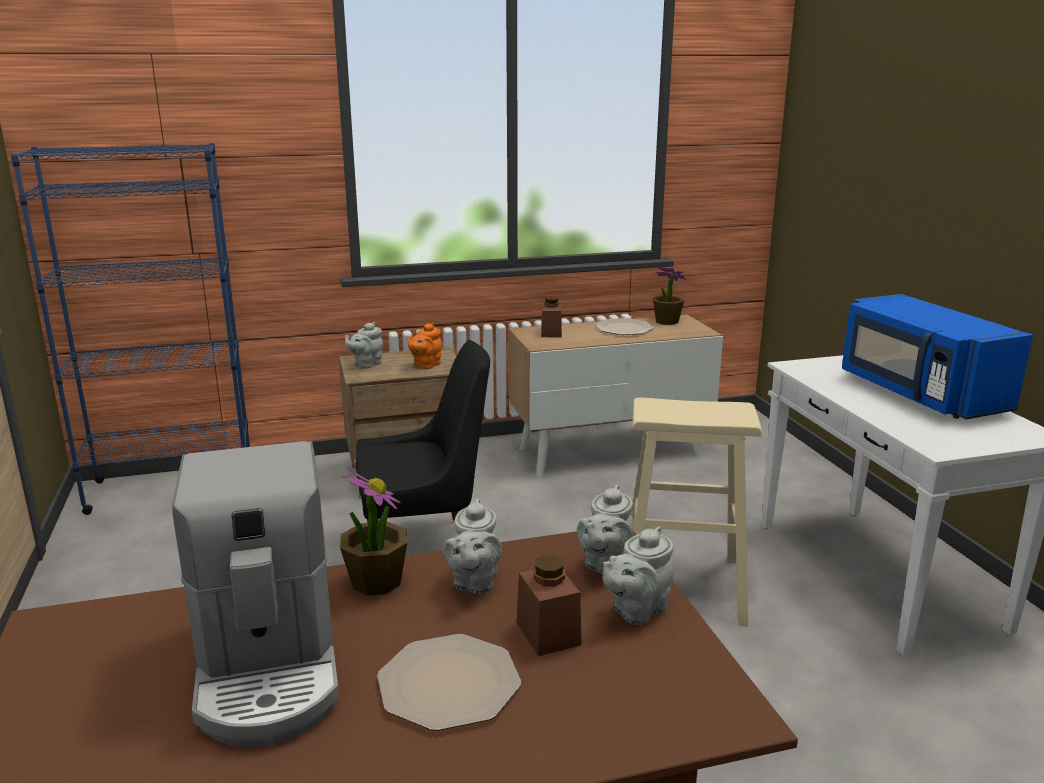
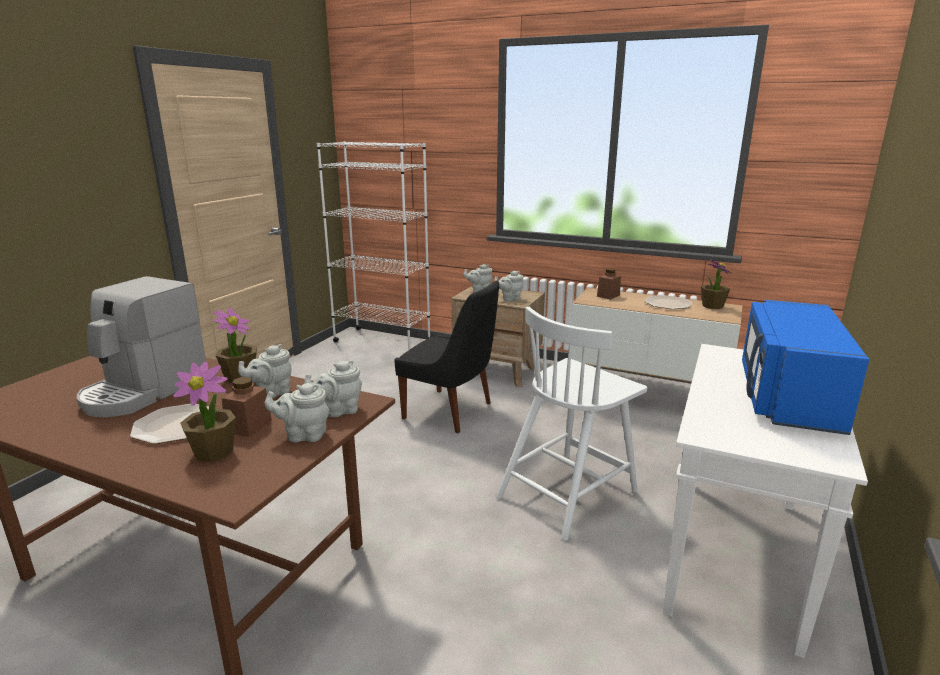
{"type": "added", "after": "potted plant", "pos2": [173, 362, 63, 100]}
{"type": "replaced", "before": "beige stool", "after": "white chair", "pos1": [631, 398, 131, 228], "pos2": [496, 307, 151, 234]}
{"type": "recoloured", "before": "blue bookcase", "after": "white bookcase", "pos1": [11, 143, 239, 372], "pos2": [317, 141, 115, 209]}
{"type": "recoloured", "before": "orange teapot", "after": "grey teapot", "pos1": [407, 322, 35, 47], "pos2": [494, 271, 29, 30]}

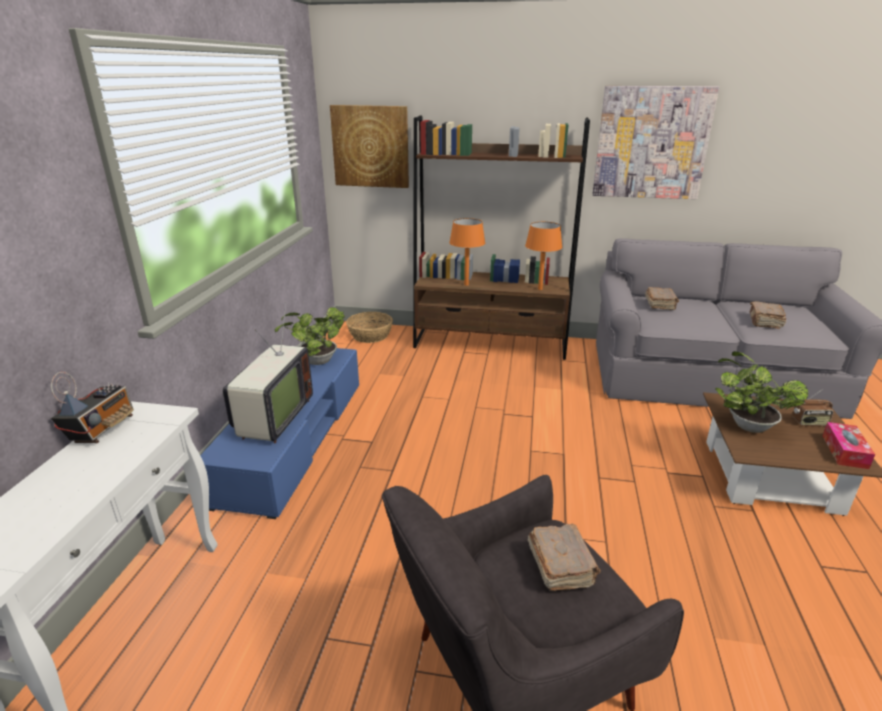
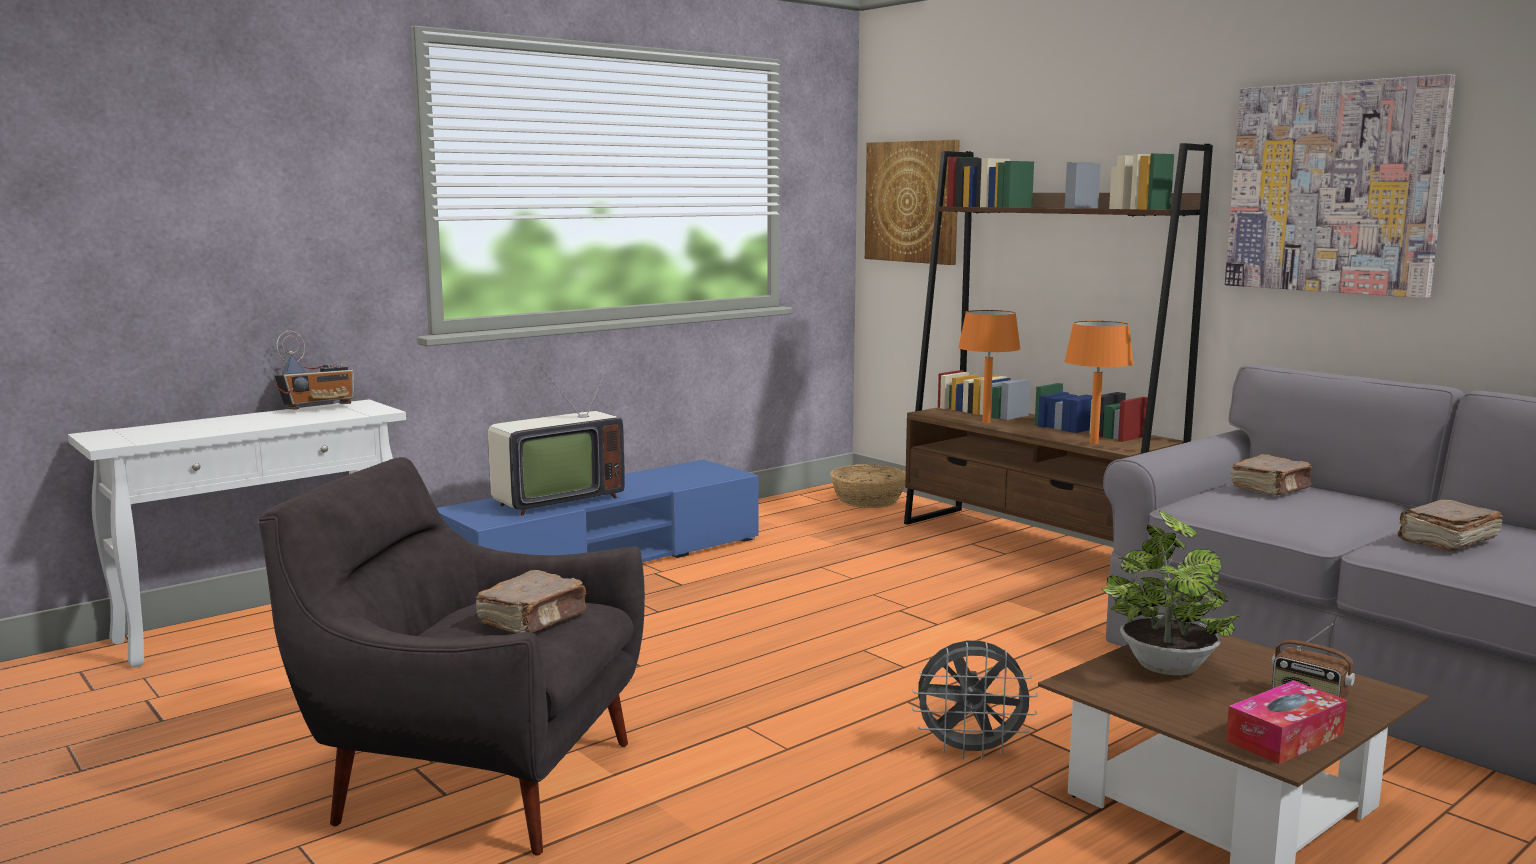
{"type": "removed", "before": "potted plant", "pos1": [275, 307, 70, 58]}
{"type": "added", "after": "grey fan", "pos2": [912, 640, 126, 120]}

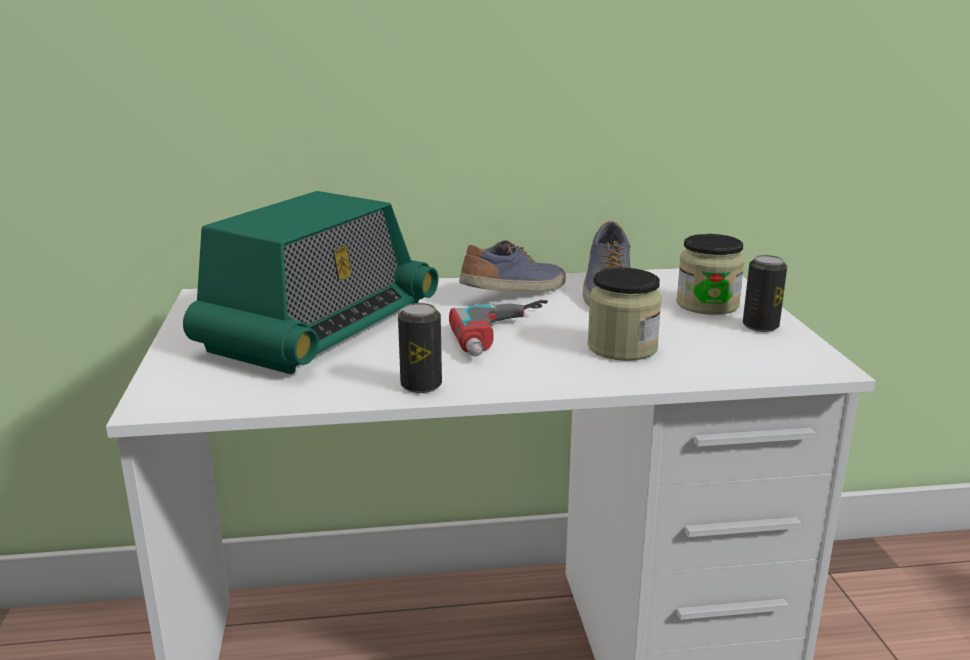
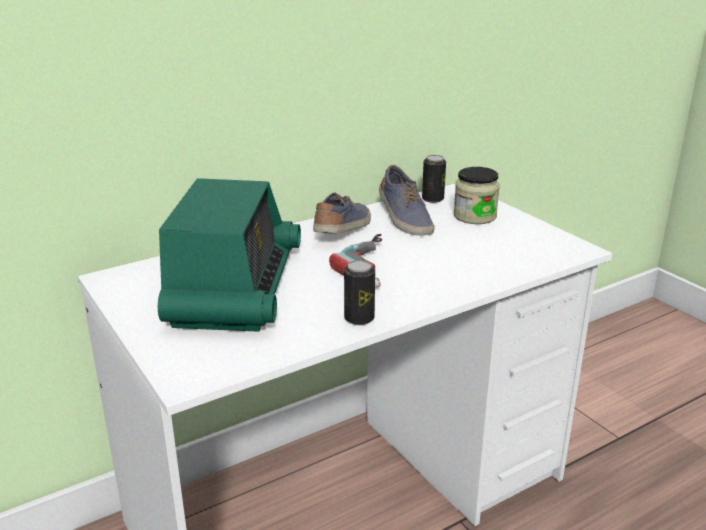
{"type": "removed", "before": "jar", "pos1": [587, 268, 75, 93]}
{"type": "moved", "before": "can", "pos1": [743, 255, 44, 77], "pos2": [422, 155, 24, 48]}

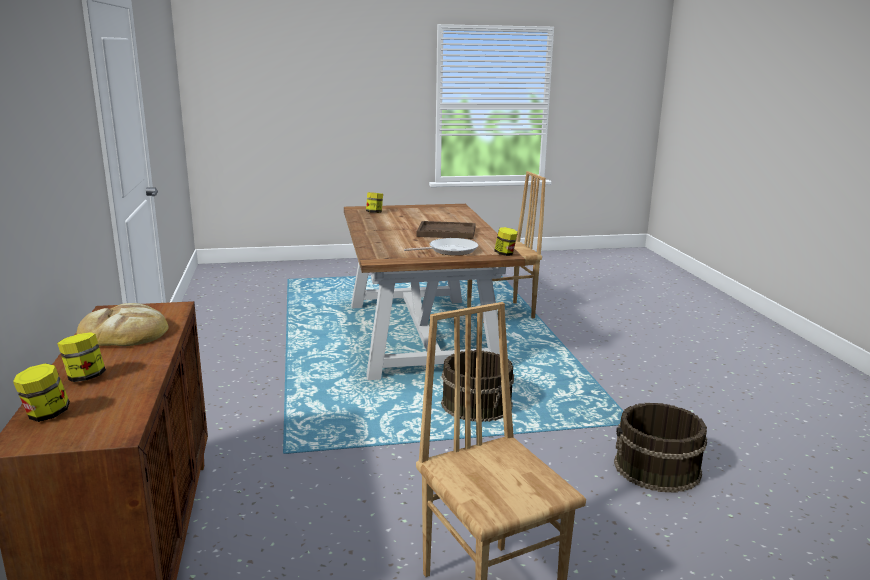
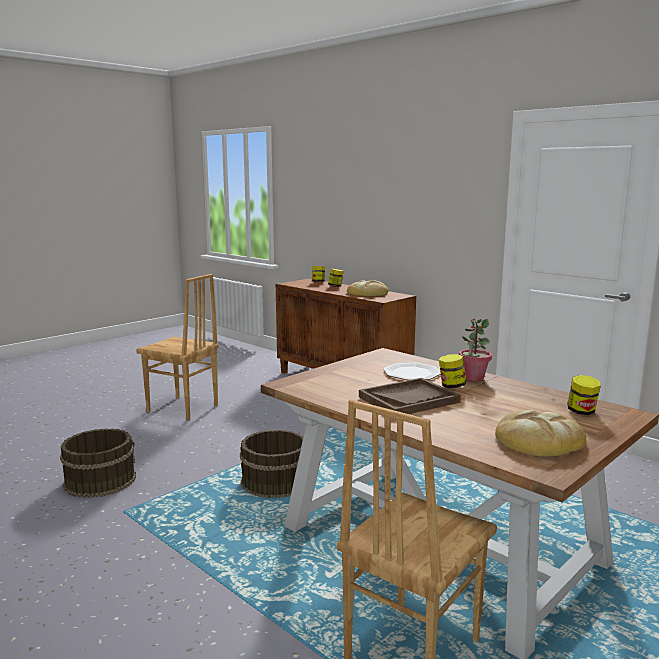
{"type": "removed", "before": "frying pan", "pos1": [404, 238, 74, 18]}
{"type": "added", "after": "plate", "pos2": [383, 363, 58, 17]}
{"type": "added", "after": "potted plant", "pos2": [459, 318, 33, 63]}
{"type": "added", "after": "bread", "pos2": [495, 410, 91, 46]}
{"type": "moved", "before": "jar", "pos1": [494, 227, 24, 29], "pos2": [439, 354, 27, 34]}

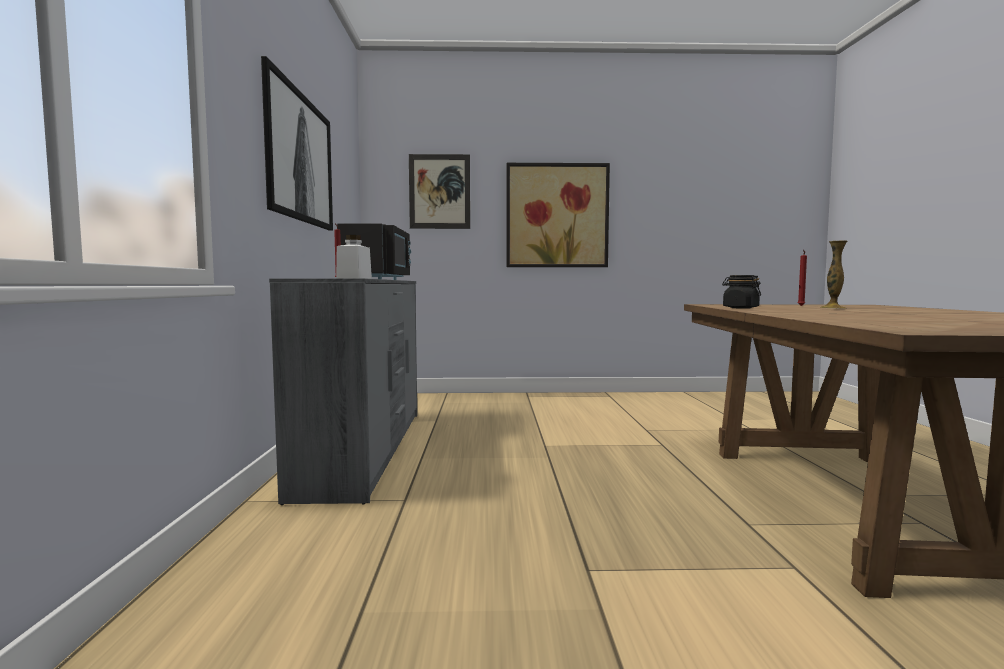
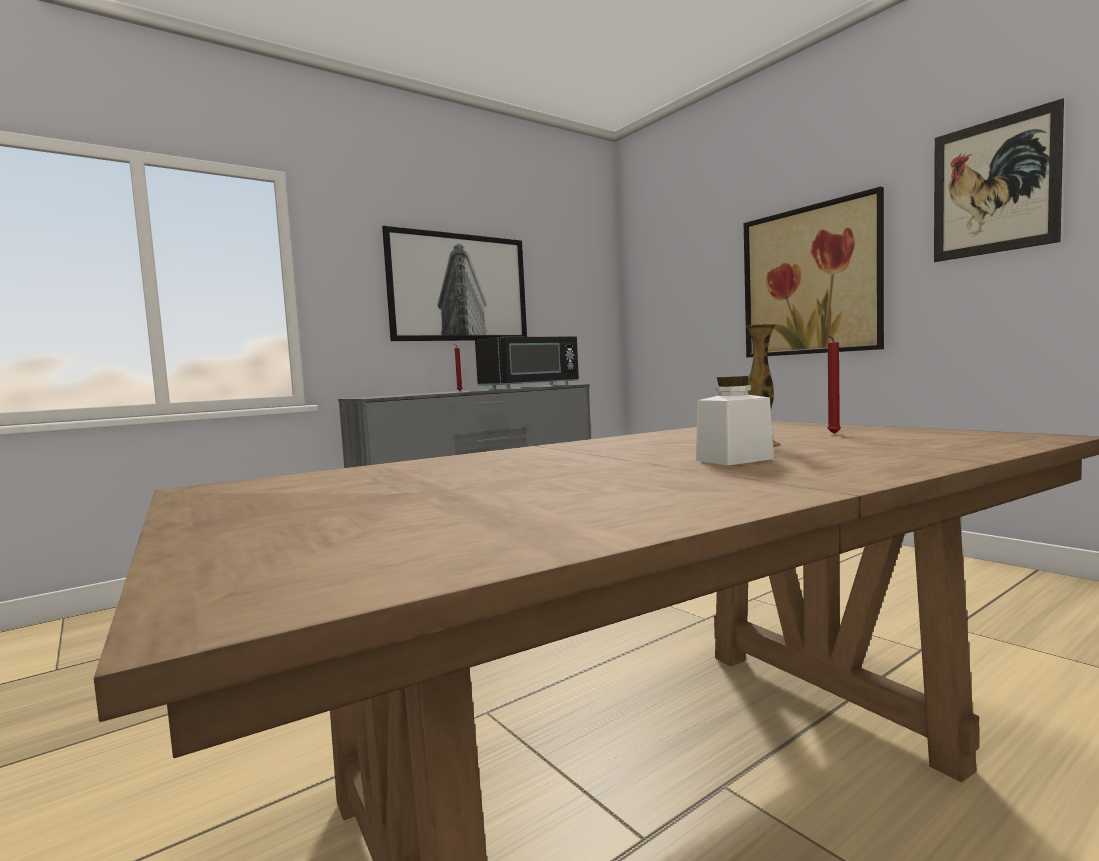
{"type": "removed", "before": "black jar", "pos1": [722, 275, 39, 34]}
{"type": "moved", "before": "white jar", "pos1": [336, 235, 36, 44], "pos2": [696, 376, 78, 90]}
{"type": "moved", "before": "picture", "pos1": [409, 154, 61, 75], "pos2": [934, 98, 130, 164]}

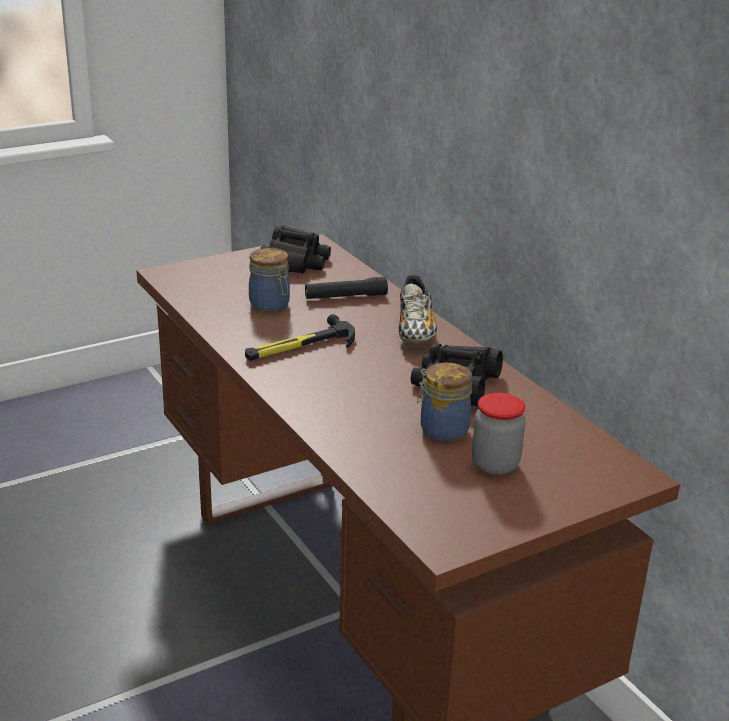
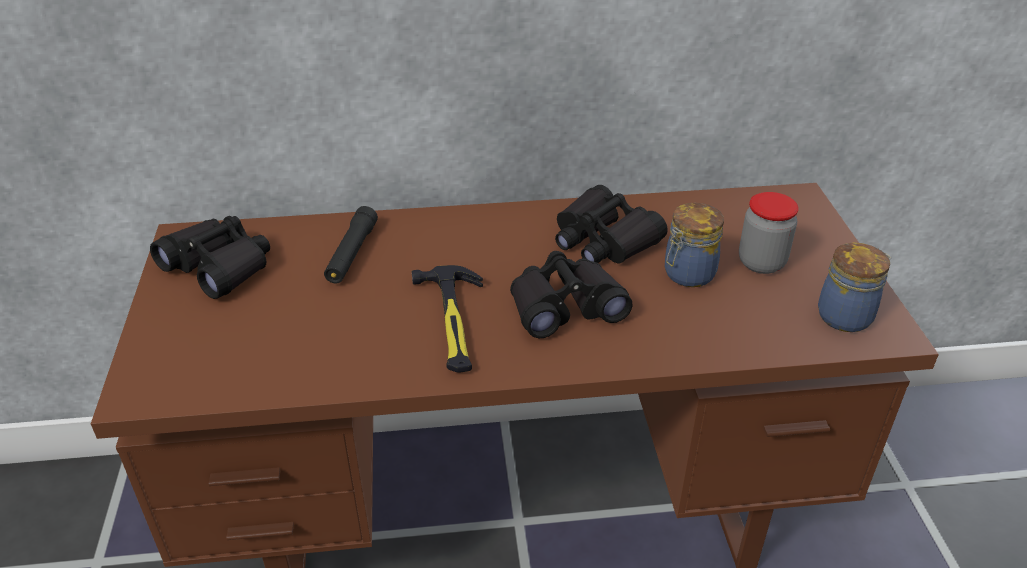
{"type": "removed", "before": "shoe", "pos1": [399, 275, 38, 68]}
{"type": "added", "after": "black binoculars", "pos2": [510, 251, 123, 87]}
{"type": "moved", "before": "jar", "pos1": [249, 248, 41, 64], "pos2": [818, 243, 74, 89]}

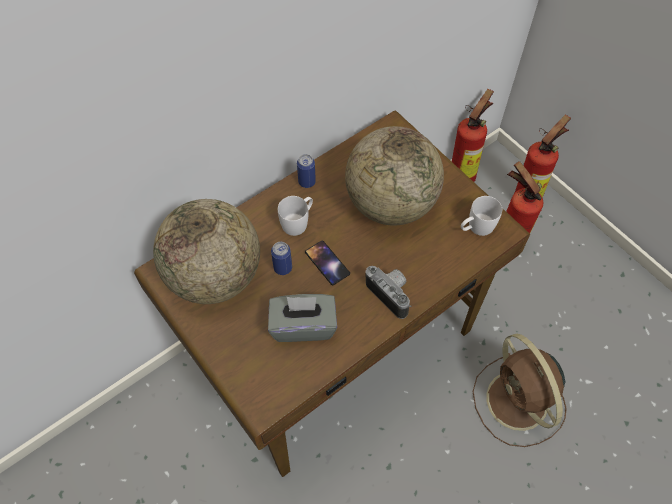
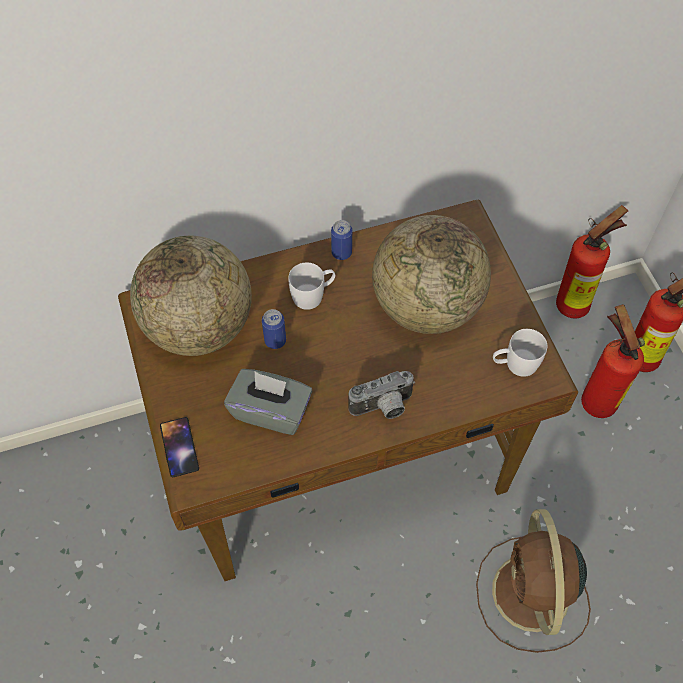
{"type": "moved", "before": "phone", "pos1": [305, 240, 45, 45], "pos2": [160, 417, 39, 60]}
{"type": "turned", "before": "photo camera", "pos1": [365, 266, 46, 53], "pos2": [348, 371, 67, 48], "turn": 90}

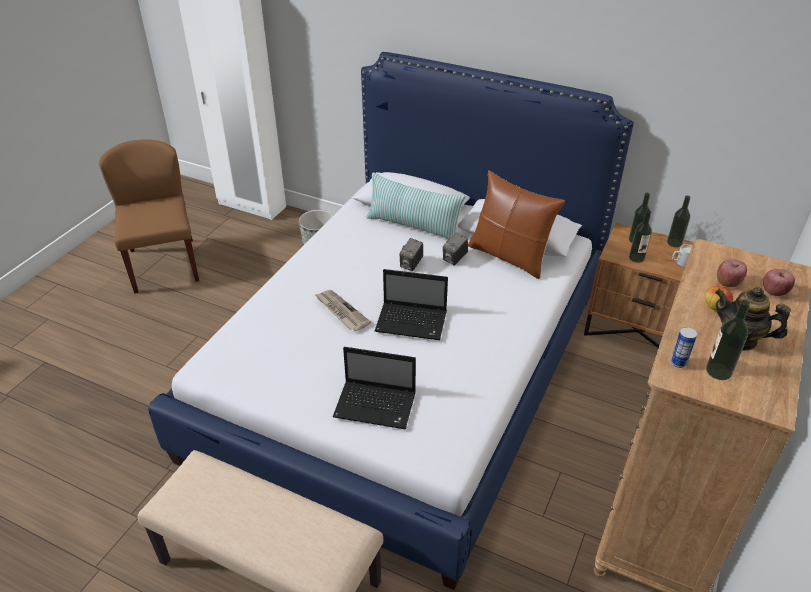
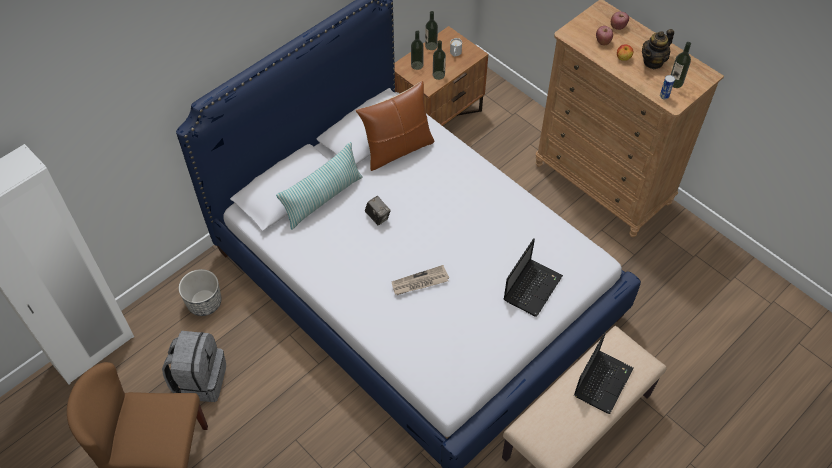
{"type": "removed", "before": "photo camera", "pos1": [443, 233, 25, 33]}
{"type": "added", "after": "grey backpack", "pos2": [162, 331, 64, 71]}
{"type": "moved", "before": "laptop", "pos1": [375, 269, 73, 71], "pos2": [574, 332, 60, 82]}

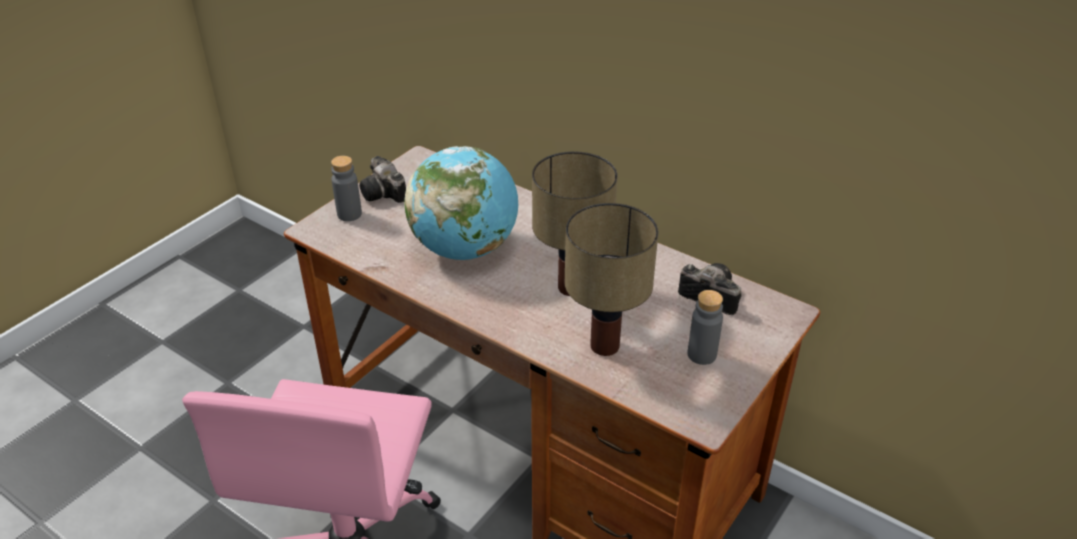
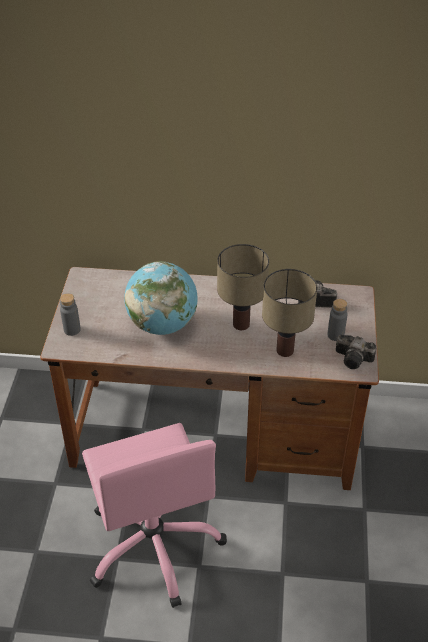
{"type": "moved", "before": "photo camera", "pos1": [359, 156, 47, 47], "pos2": [336, 335, 41, 34]}

